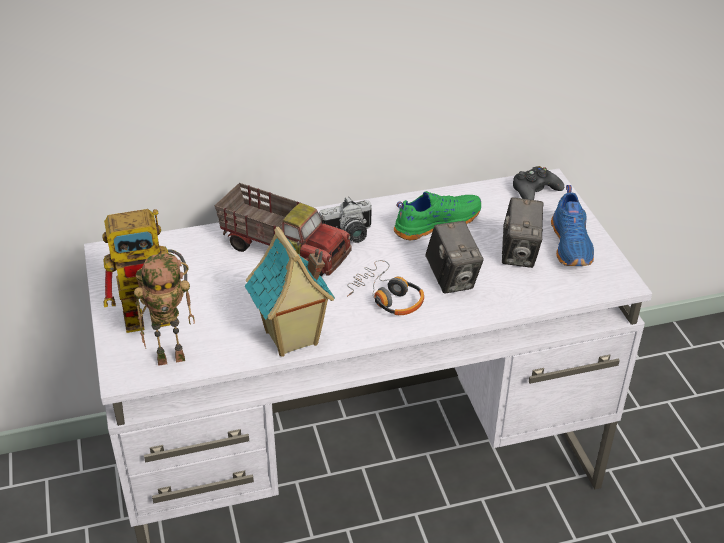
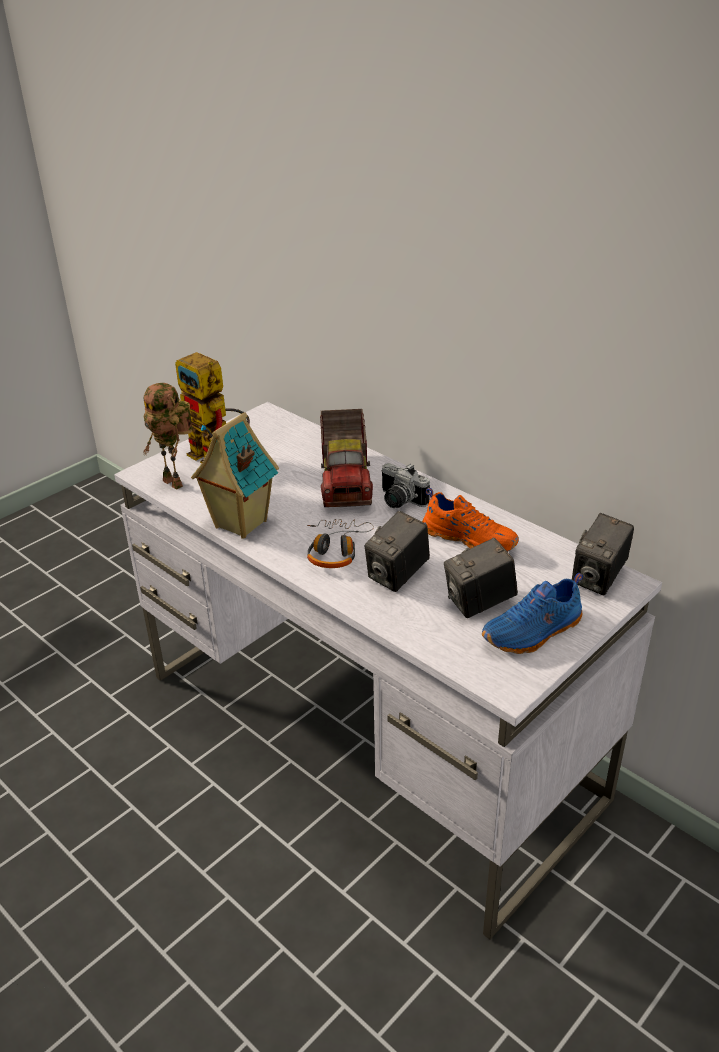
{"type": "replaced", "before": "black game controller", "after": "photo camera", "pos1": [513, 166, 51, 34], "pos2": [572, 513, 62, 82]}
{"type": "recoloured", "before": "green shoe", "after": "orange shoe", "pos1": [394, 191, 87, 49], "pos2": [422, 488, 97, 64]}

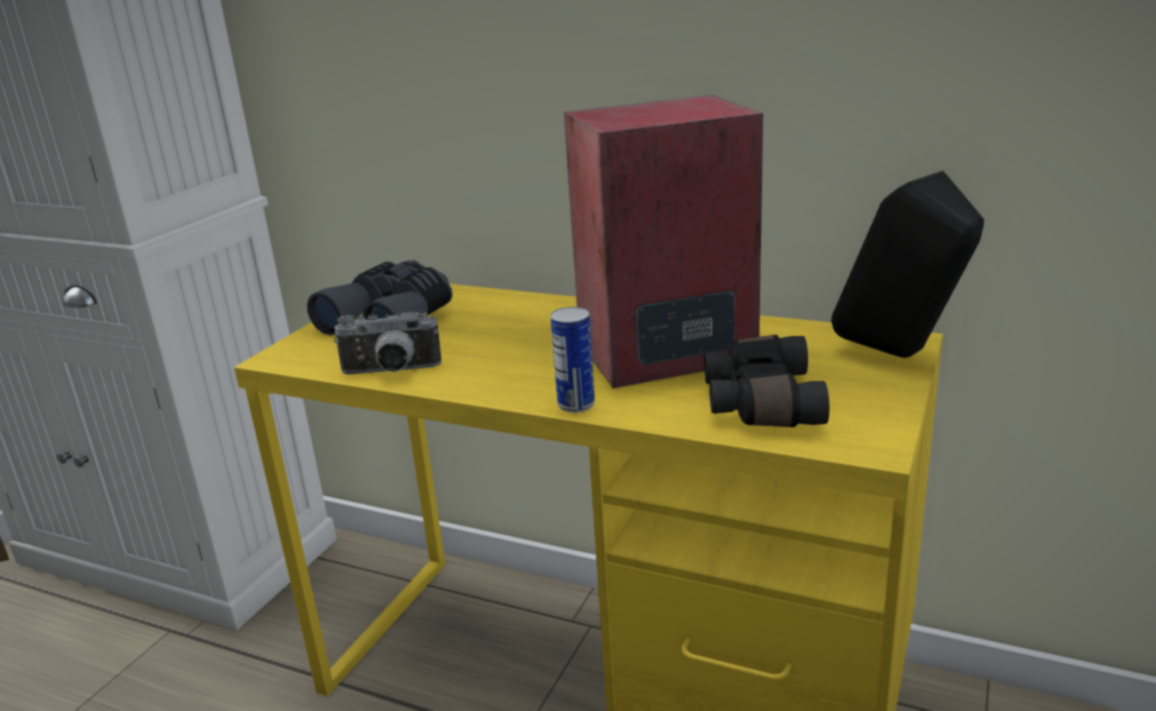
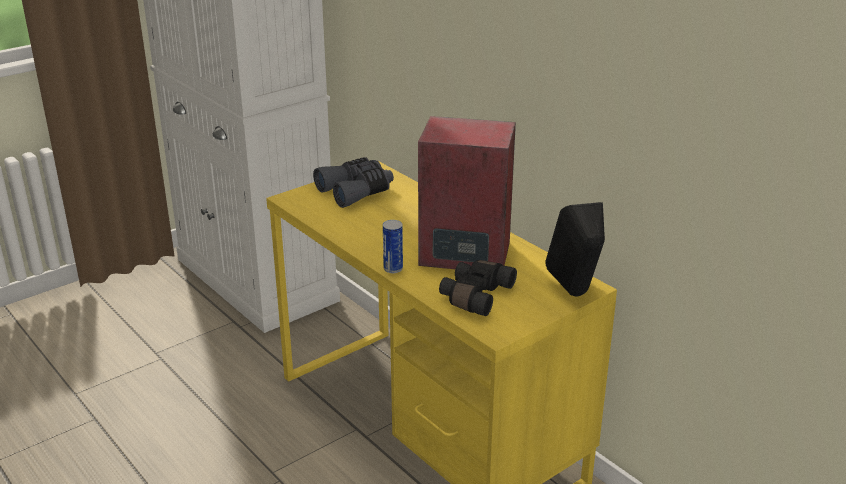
{"type": "removed", "before": "photo camera", "pos1": [333, 310, 108, 65]}

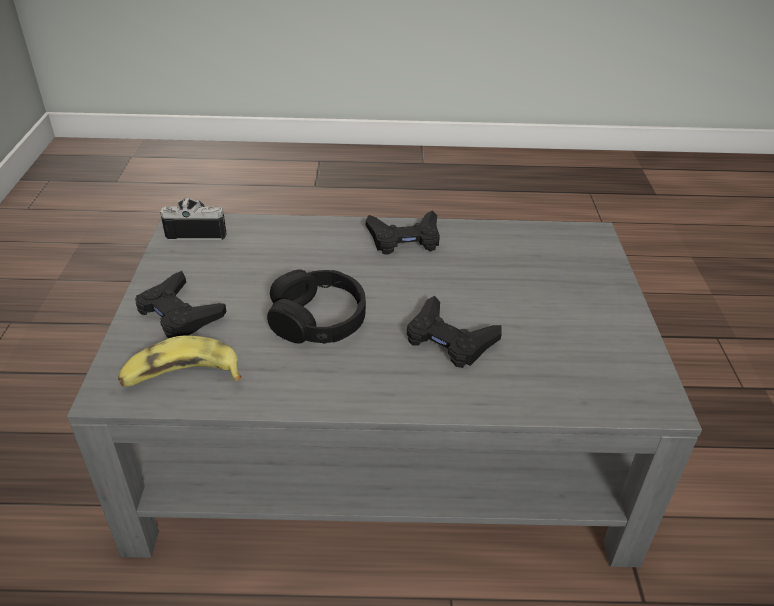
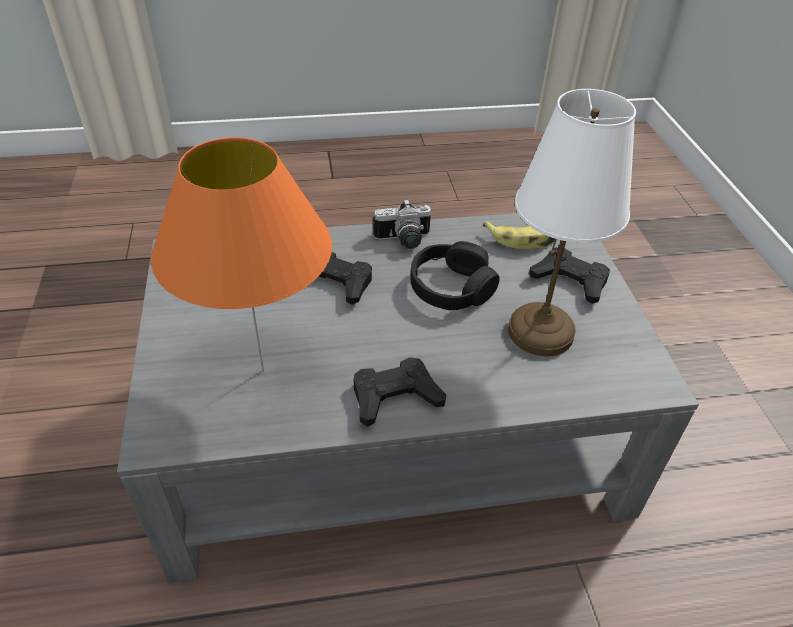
{"type": "added", "after": "orange table lamp", "pos2": [151, 137, 181, 235]}
{"type": "added", "after": "white table lamp", "pos2": [508, 89, 128, 267]}
{"type": "moved", "before": "photo camera", "pos1": [160, 198, 67, 42], "pos2": [373, 199, 58, 50]}

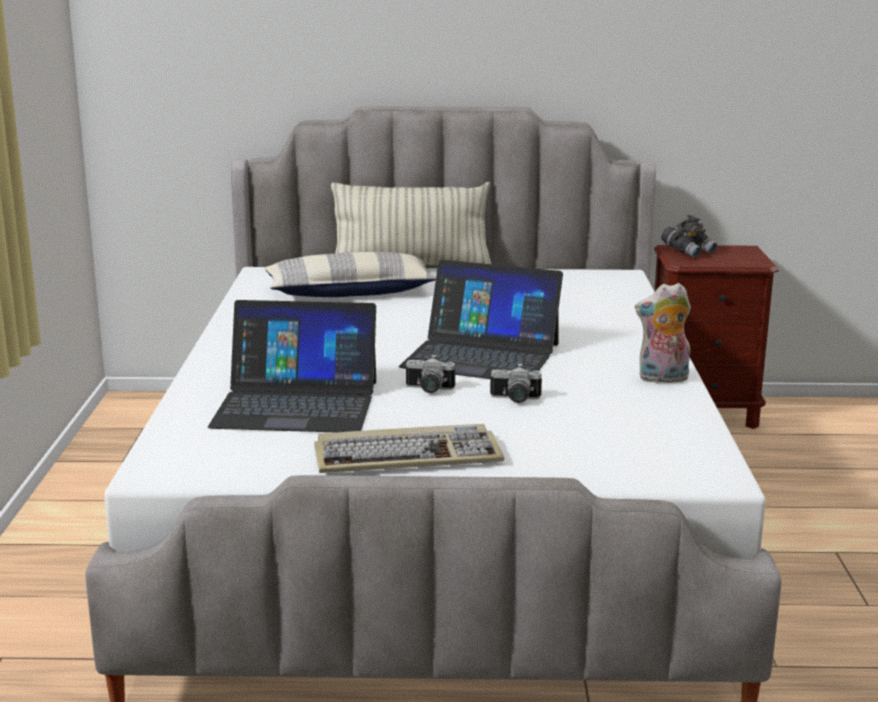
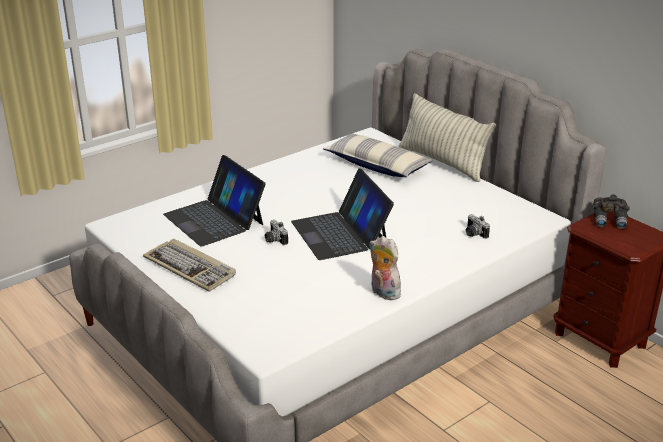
{"type": "moved", "before": "photo camera", "pos1": [490, 363, 52, 40], "pos2": [466, 214, 24, 25]}

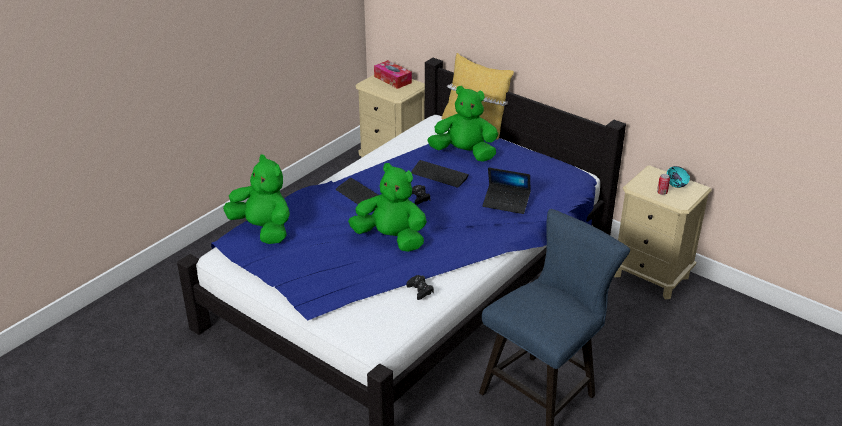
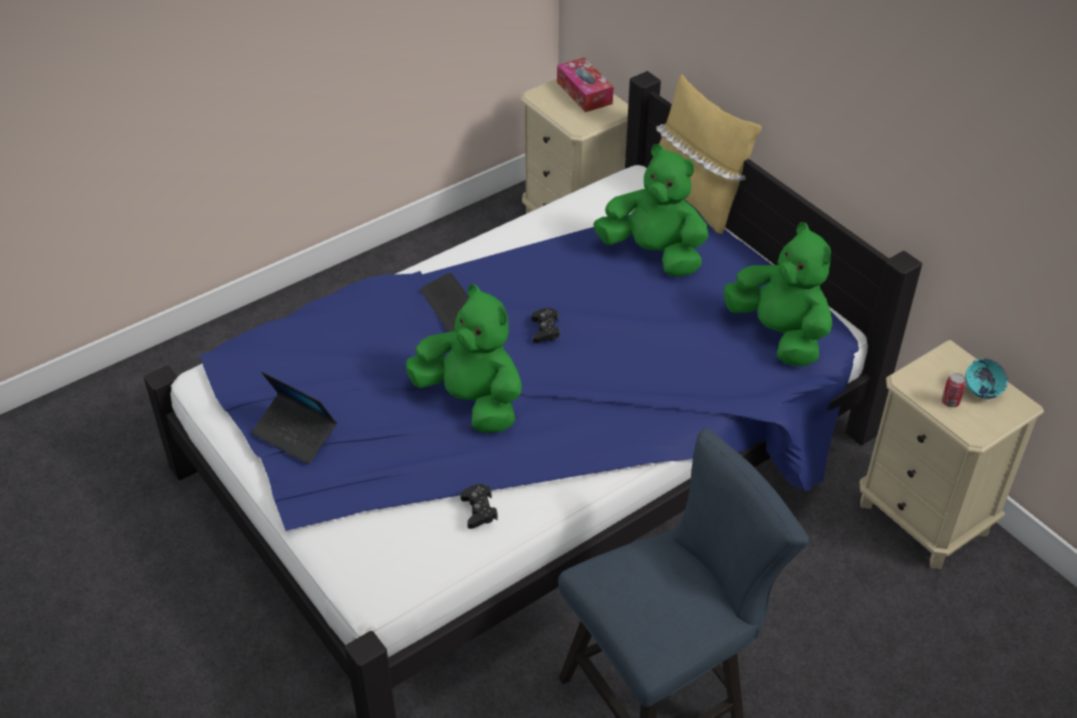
{"type": "removed", "before": "keyboard", "pos1": [411, 160, 58, 28]}
{"type": "moved", "before": "green plush toy", "pos1": [223, 154, 67, 90], "pos2": [724, 222, 108, 144]}
{"type": "moved", "before": "laptop", "pos1": [483, 167, 48, 47], "pos2": [251, 372, 86, 92]}

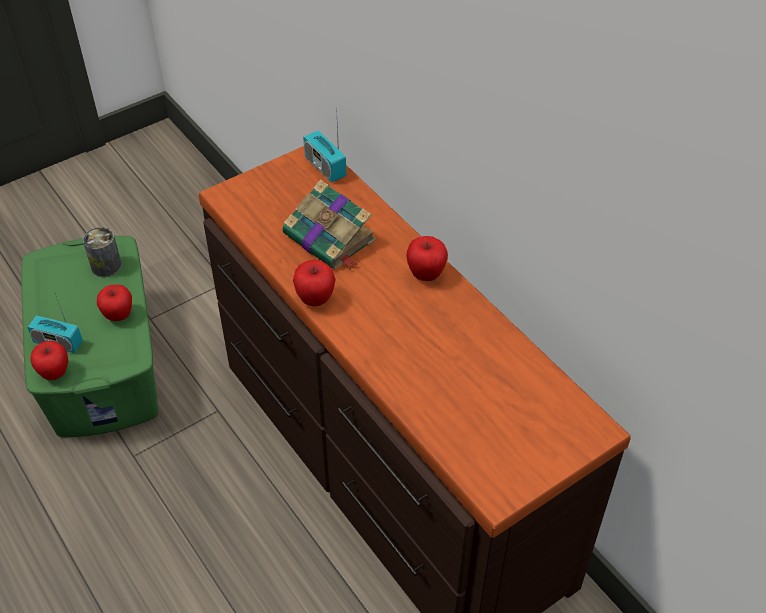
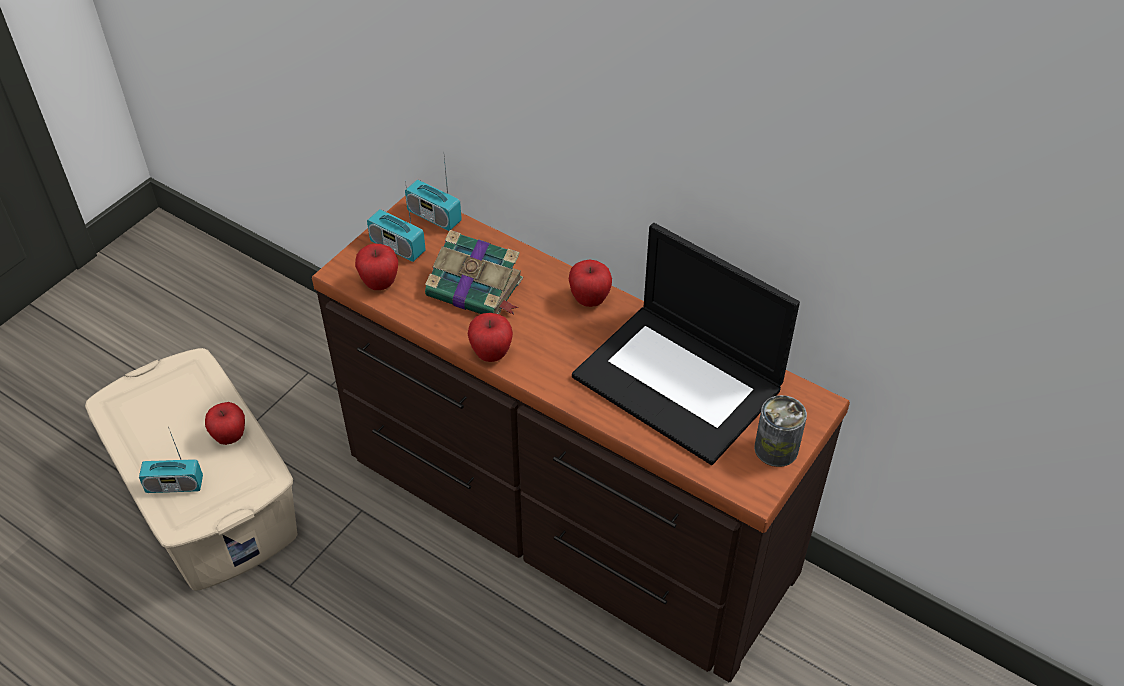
{"type": "added", "after": "radio", "pos2": [367, 181, 59, 81]}
{"type": "added", "after": "laptop", "pos2": [572, 223, 228, 242]}
{"type": "moved", "before": "apple", "pos1": [31, 341, 37, 39], "pos2": [355, 244, 43, 46]}
{"type": "moved", "before": "can", "pos1": [83, 227, 39, 50], "pos2": [754, 395, 53, 72]}
{"type": "recoloured", "before": "green storage box", "after": "beige storage box", "pos1": [21, 236, 137, 201], "pos2": [85, 348, 213, 243]}

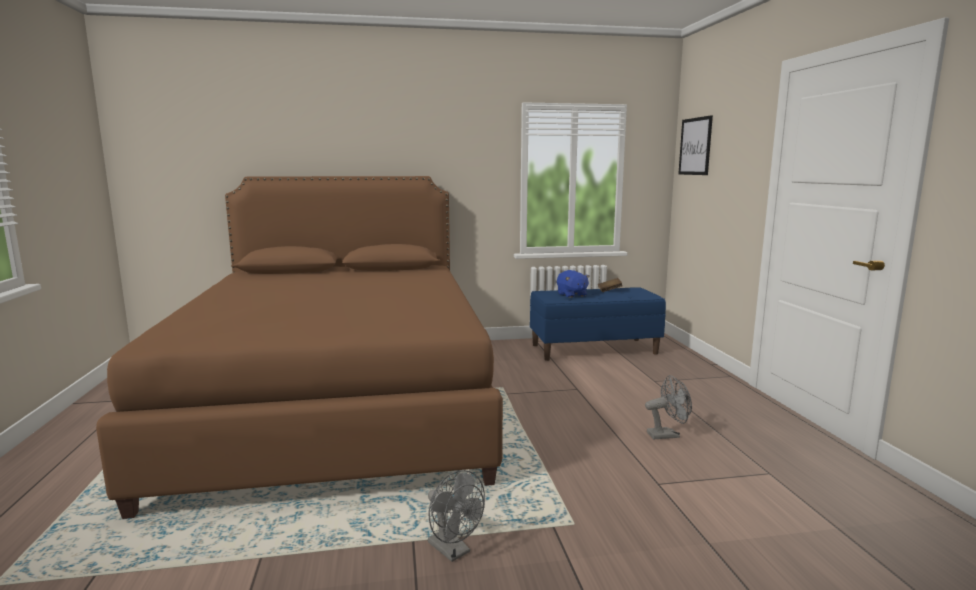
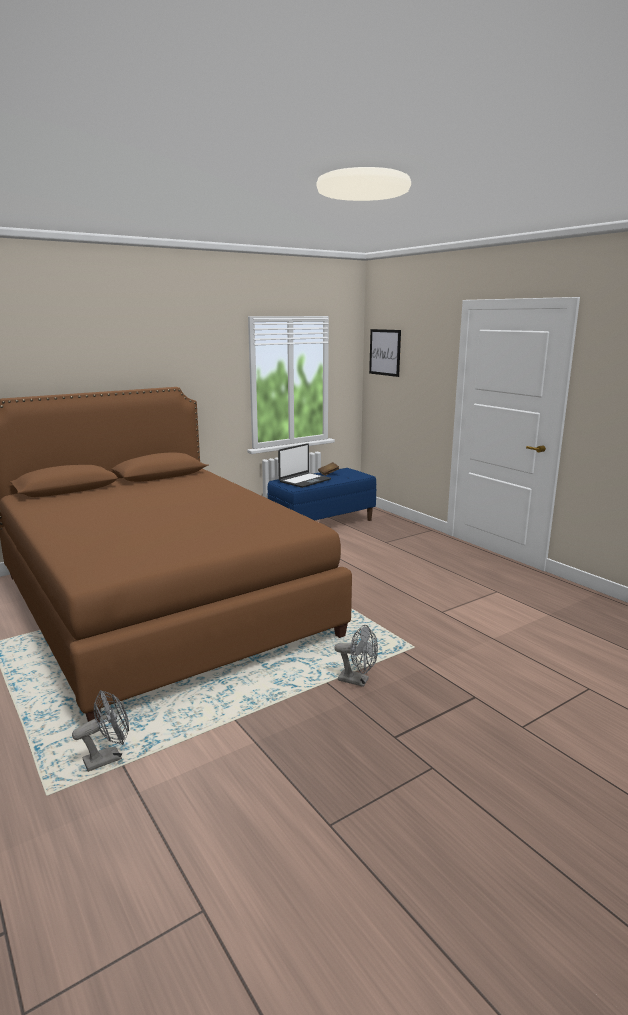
{"type": "moved", "before": "grey fan", "pos1": [645, 375, 47, 64], "pos2": [72, 690, 57, 82]}
{"type": "replaced", "before": "blue plush toy", "after": "laptop", "pos1": [557, 270, 33, 28], "pos2": [278, 443, 53, 45]}

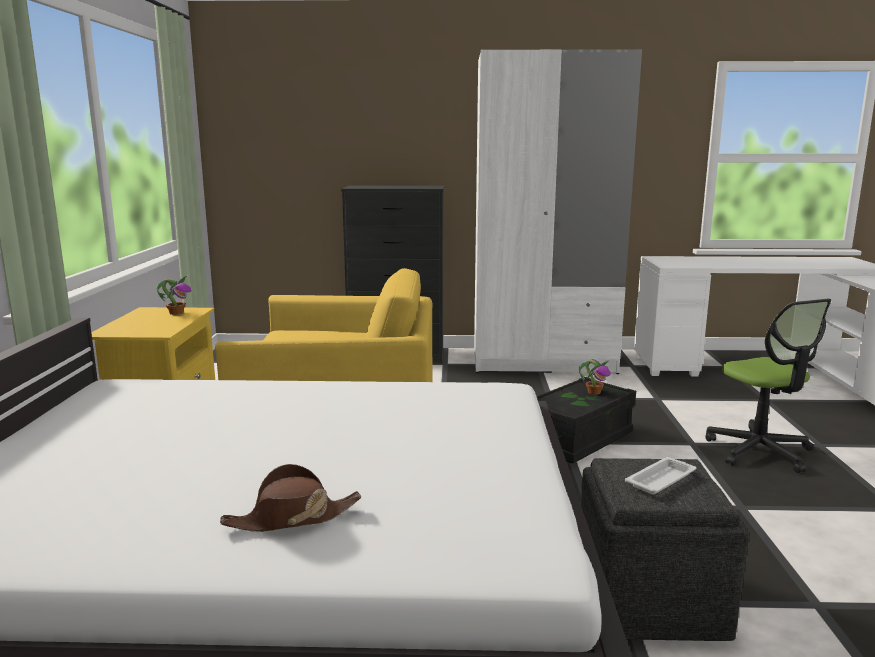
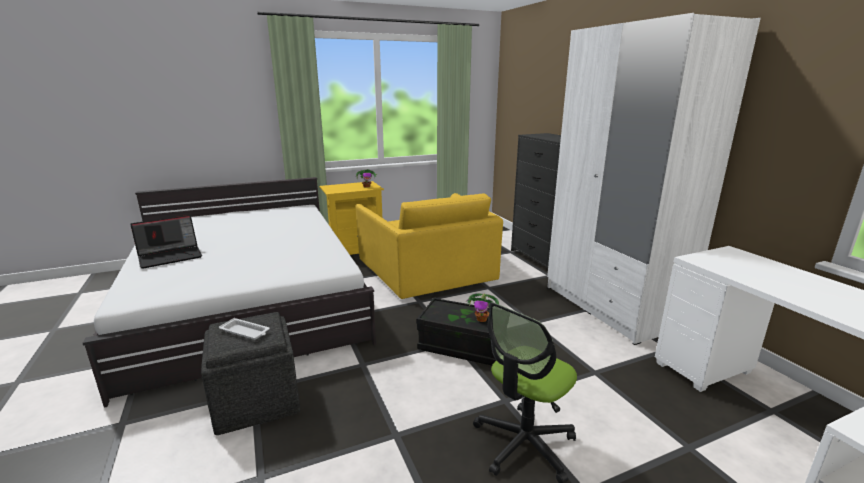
{"type": "replaced", "before": "brown hat", "after": "laptop", "pos1": [220, 464, 141, 68], "pos2": [130, 215, 72, 54]}

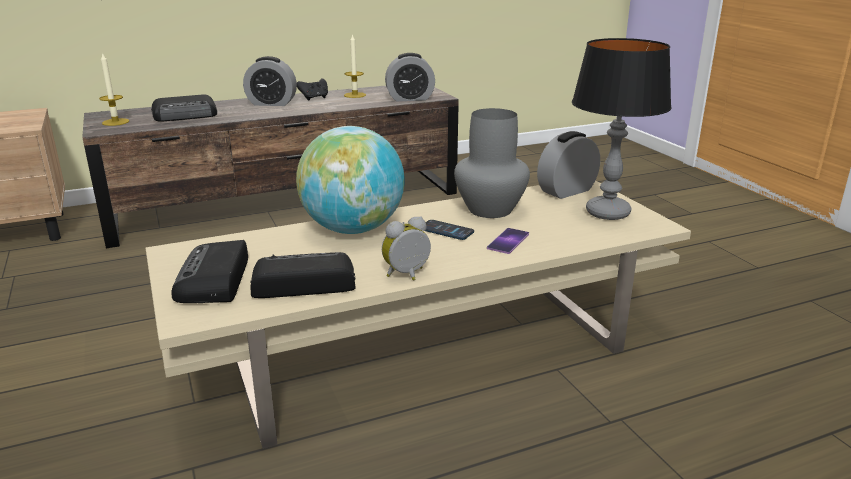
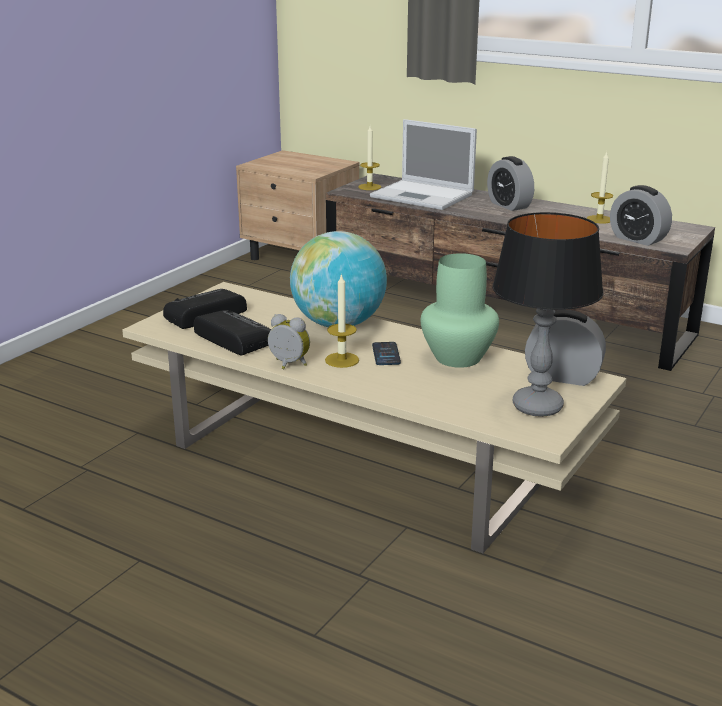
{"type": "removed", "before": "black game controller", "pos1": [297, 78, 31, 22]}
{"type": "removed", "before": "phone", "pos1": [487, 228, 42, 26]}
{"type": "added", "after": "candle", "pos2": [325, 273, 34, 95]}
{"type": "replaced", "before": "radio", "after": "laptop", "pos1": [151, 94, 66, 28], "pos2": [370, 119, 107, 91]}
{"type": "recoloured", "before": "grey vase", "after": "green vase", "pos1": [454, 108, 76, 110], "pos2": [421, 253, 78, 115]}

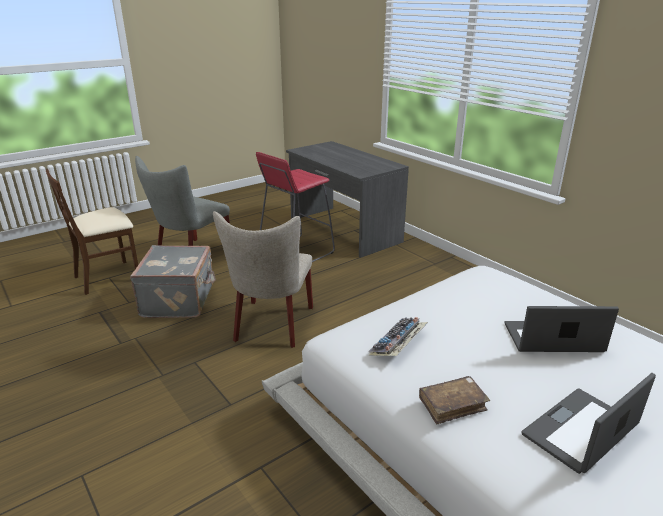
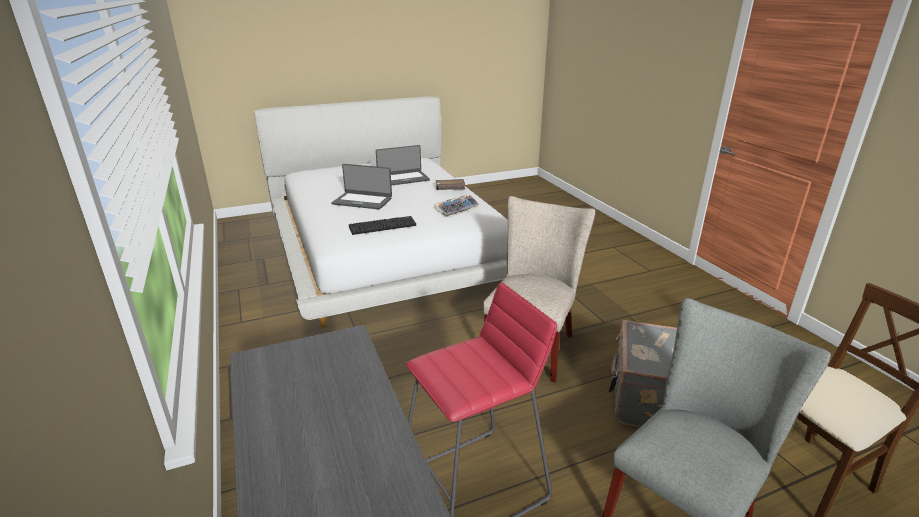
{"type": "added", "after": "keyboard", "pos2": [349, 216, 67, 19]}

